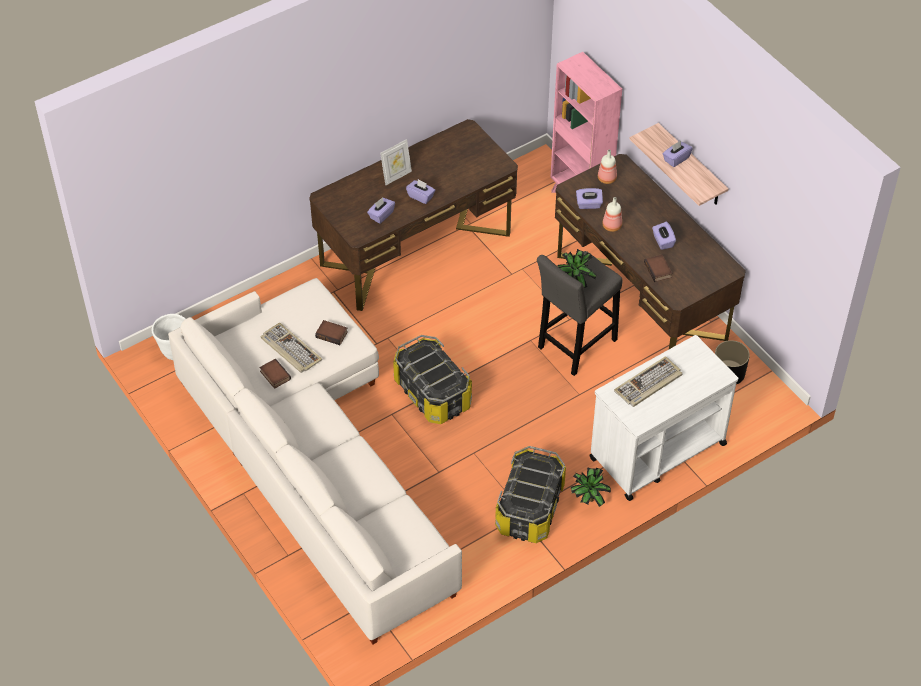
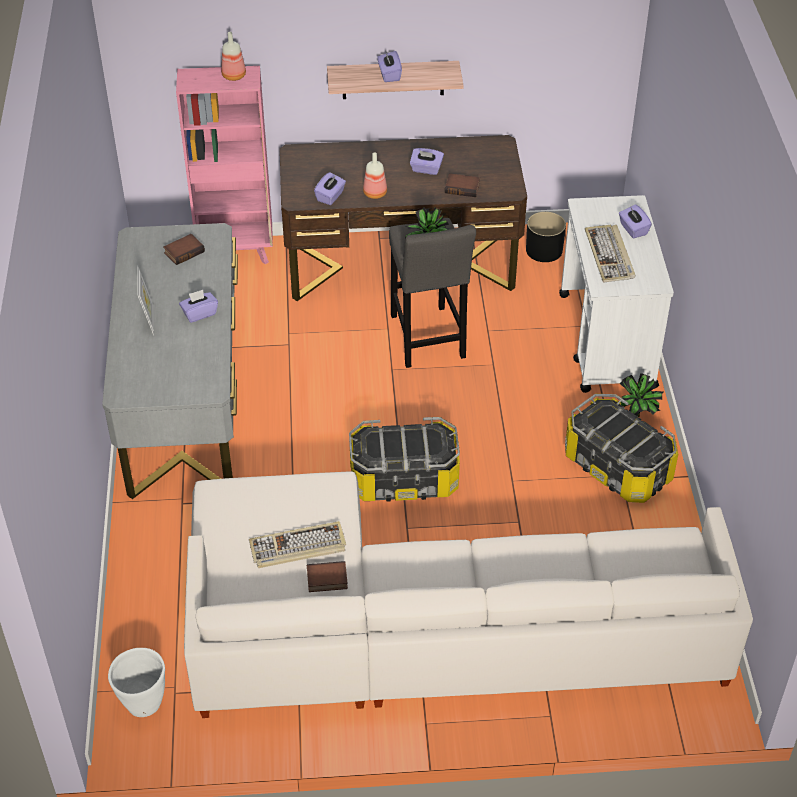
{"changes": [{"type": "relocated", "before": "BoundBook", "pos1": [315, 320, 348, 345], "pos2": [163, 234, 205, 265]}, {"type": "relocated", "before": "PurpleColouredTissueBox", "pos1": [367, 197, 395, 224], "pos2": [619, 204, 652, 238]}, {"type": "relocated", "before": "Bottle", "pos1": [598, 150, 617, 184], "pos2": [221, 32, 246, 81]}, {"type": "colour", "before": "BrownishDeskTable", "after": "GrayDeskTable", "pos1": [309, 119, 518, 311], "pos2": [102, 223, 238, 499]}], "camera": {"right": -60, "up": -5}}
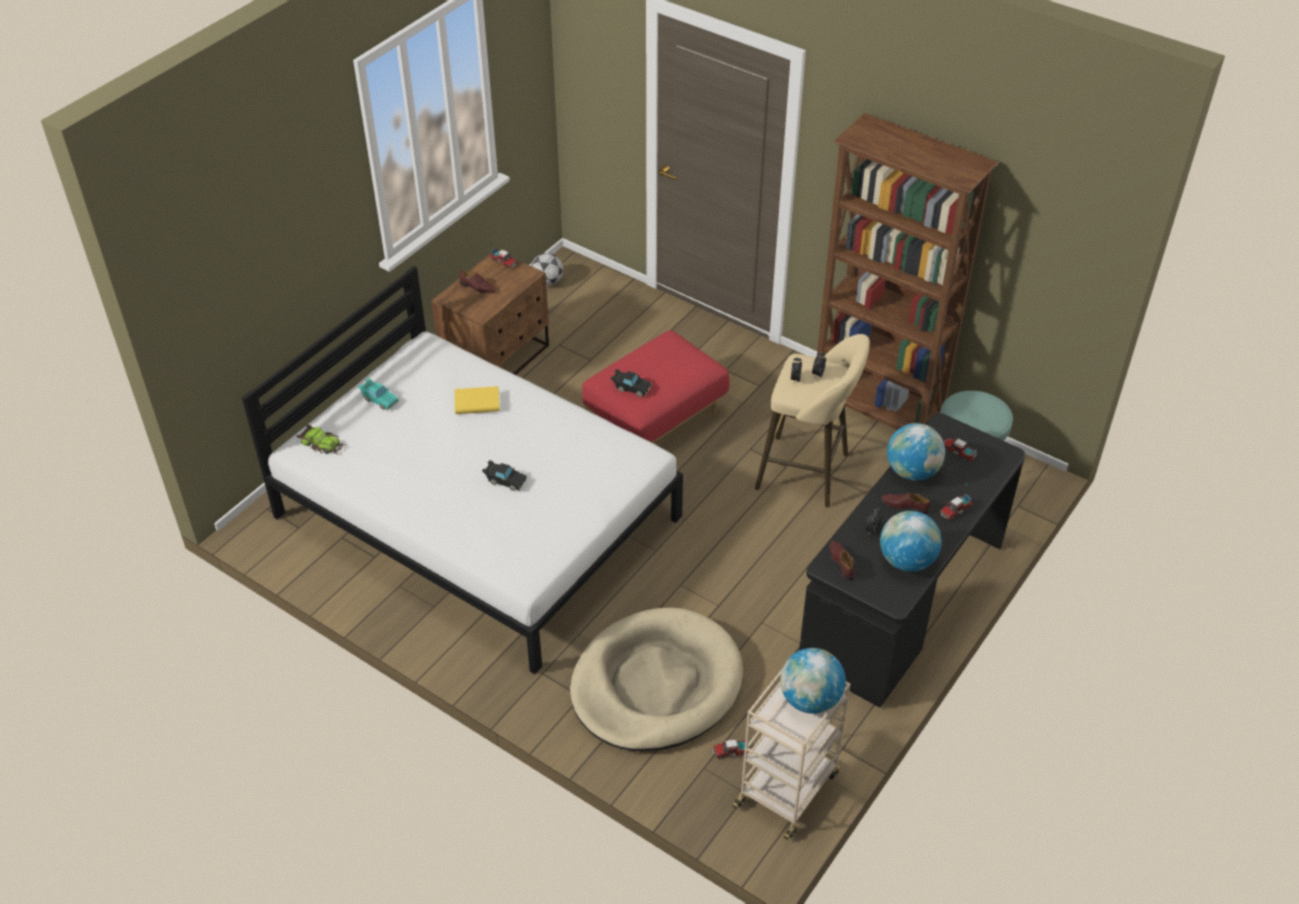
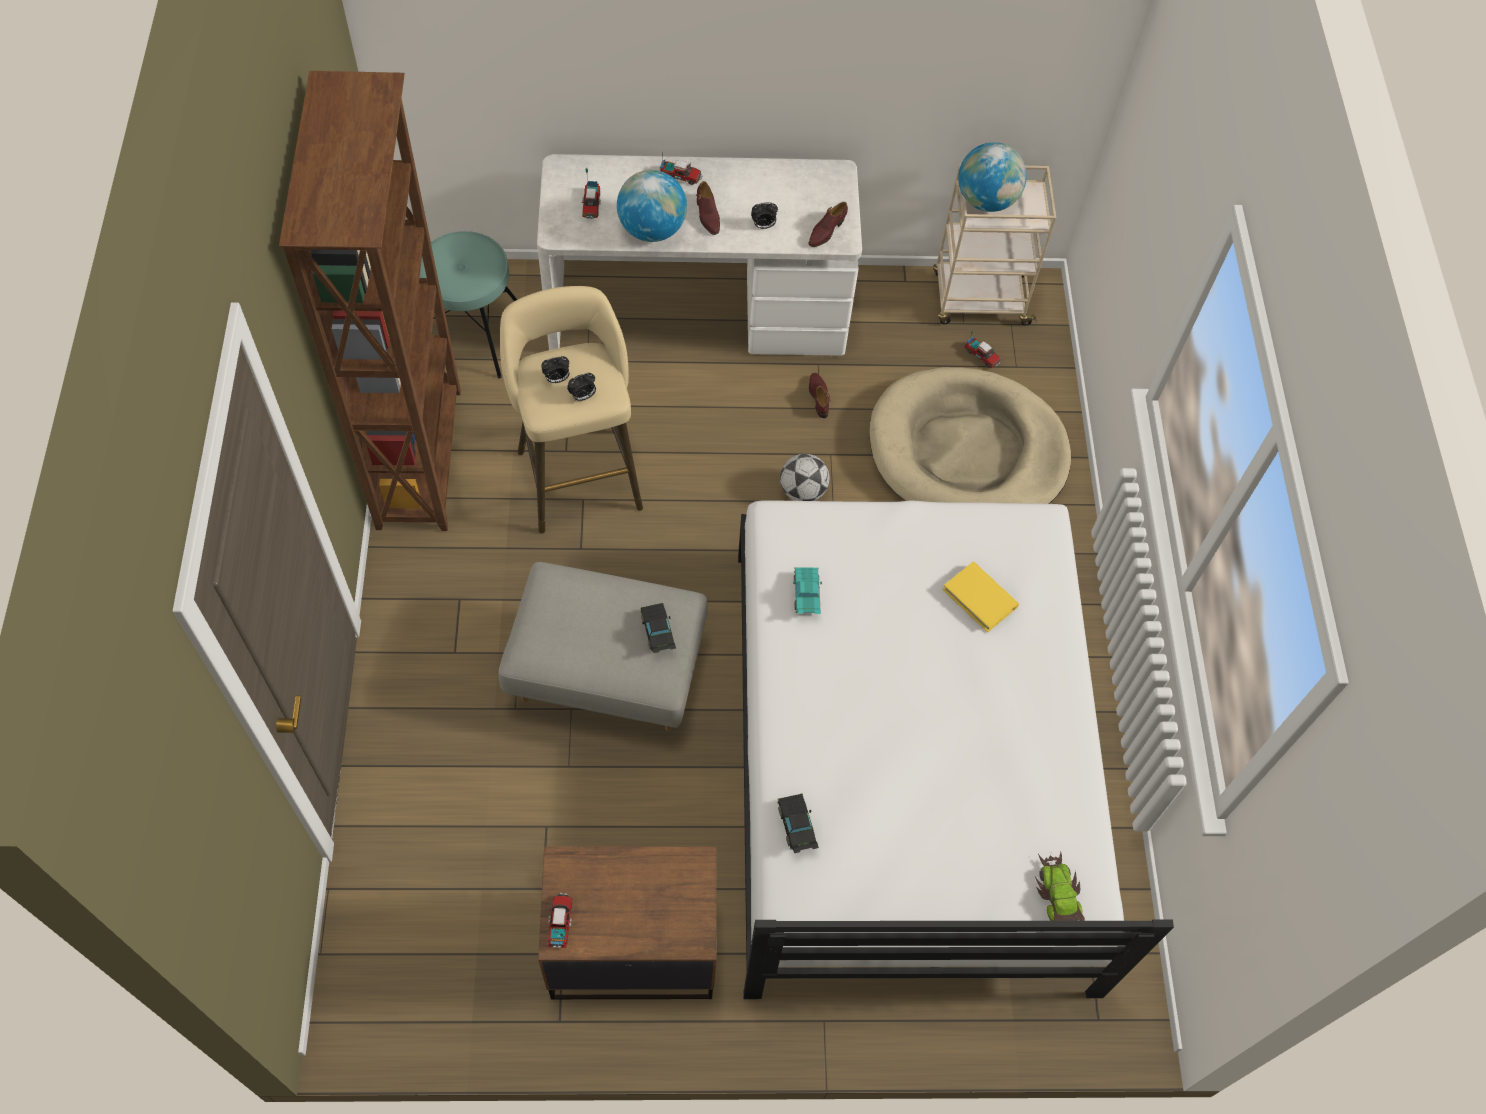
{"changes": [{"type": "missing", "before": "WorldGlobe", "pos1": [880, 511, 942, 572]}, {"type": "relocated", "before": "TurquoiseColouredToyCar", "pos1": [358, 378, 399, 411], "pos2": [793, 567, 822, 614]}, {"type": "relocated", "before": "YellowishBoundBook", "pos1": [455, 386, 500, 414], "pos2": [943, 561, 1019, 632]}, {"type": "relocated", "before": "BrownishLowShoe", "pos1": [459, 270, 496, 293], "pos2": [809, 373, 830, 418]}, {"type": "relocated", "before": "BlackToyCar", "pos1": [482, 460, 527, 491], "pos2": [777, 793, 819, 853]}, {"type": "relocated", "before": "FootballBall", "pos1": [531, 253, 563, 286], "pos2": [780, 454, 830, 501]}, {"type": "colour", "before": "ReddishPouffe", "after": "GrayPouffe", "pos1": [582, 330, 730, 443], "pos2": [498, 562, 708, 731]}, {"type": "colour", "before": "BlackDeskTable", "after": "WhiteDeskTable", "pos1": [799, 413, 1025, 708], "pos2": [537, 154, 862, 356]}], "camera": {"right": -130, "up": 15}}
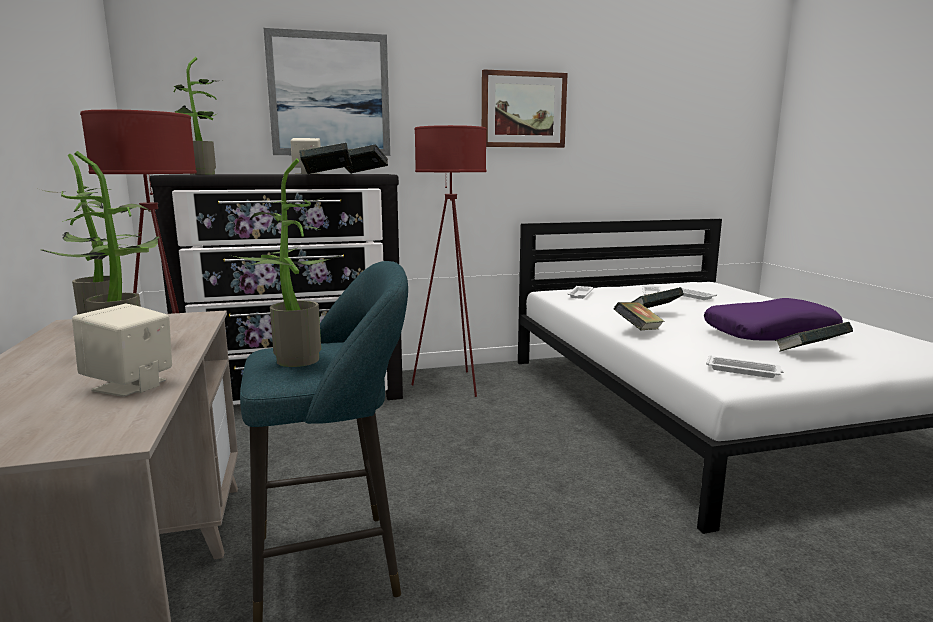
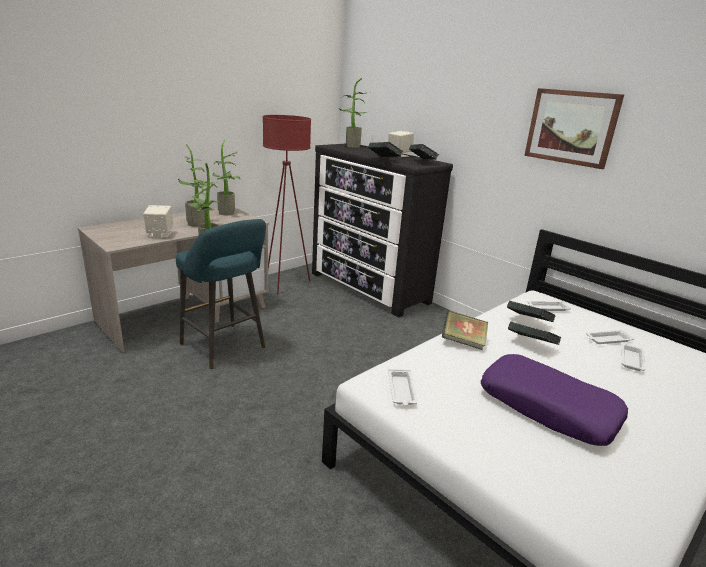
{"changes": [{"type": "missing", "before": "WallArt", "pos1": [264, 28, 390, 156]}, {"type": "missing", "before": "ReddishFloorLamp", "pos1": [411, 125, 487, 397]}, {"type": "relocated", "before": "BoundBook", "pos1": [775, 322, 853, 352], "pos2": [507, 301, 556, 322]}], "camera": {"right": 60, "up": 10}}
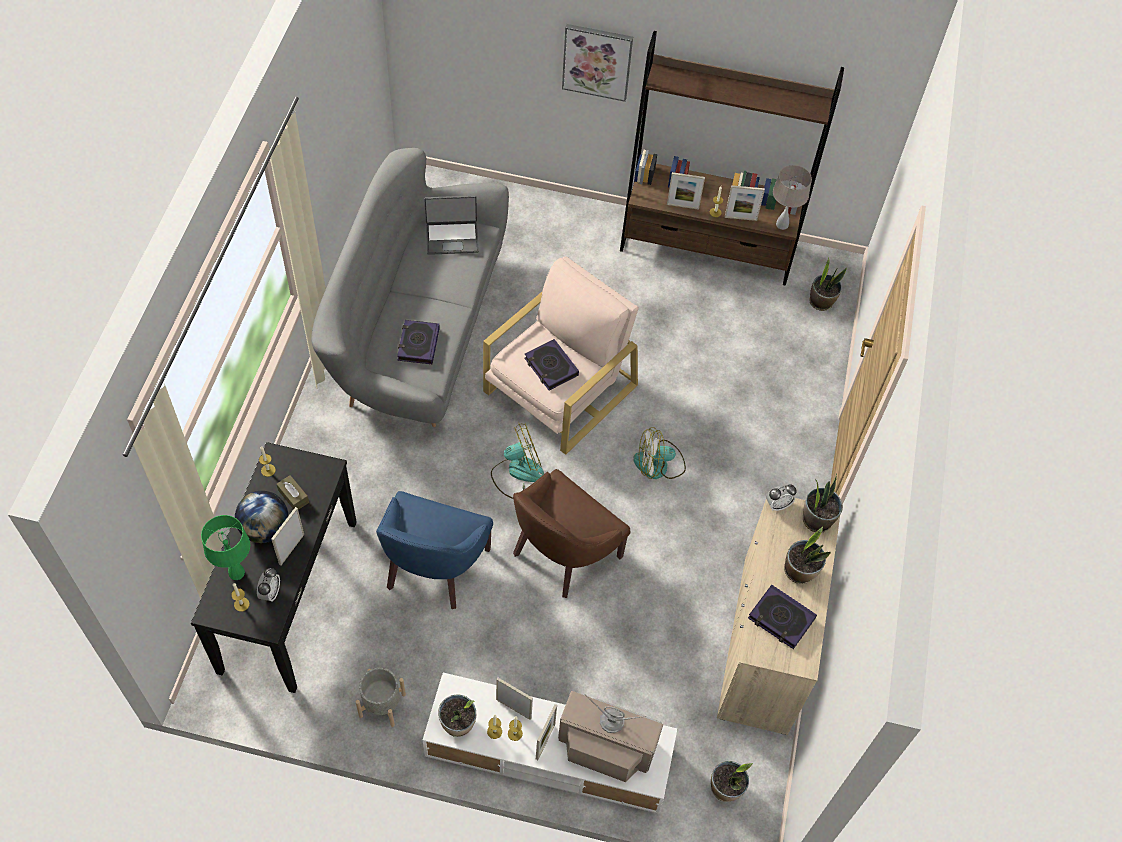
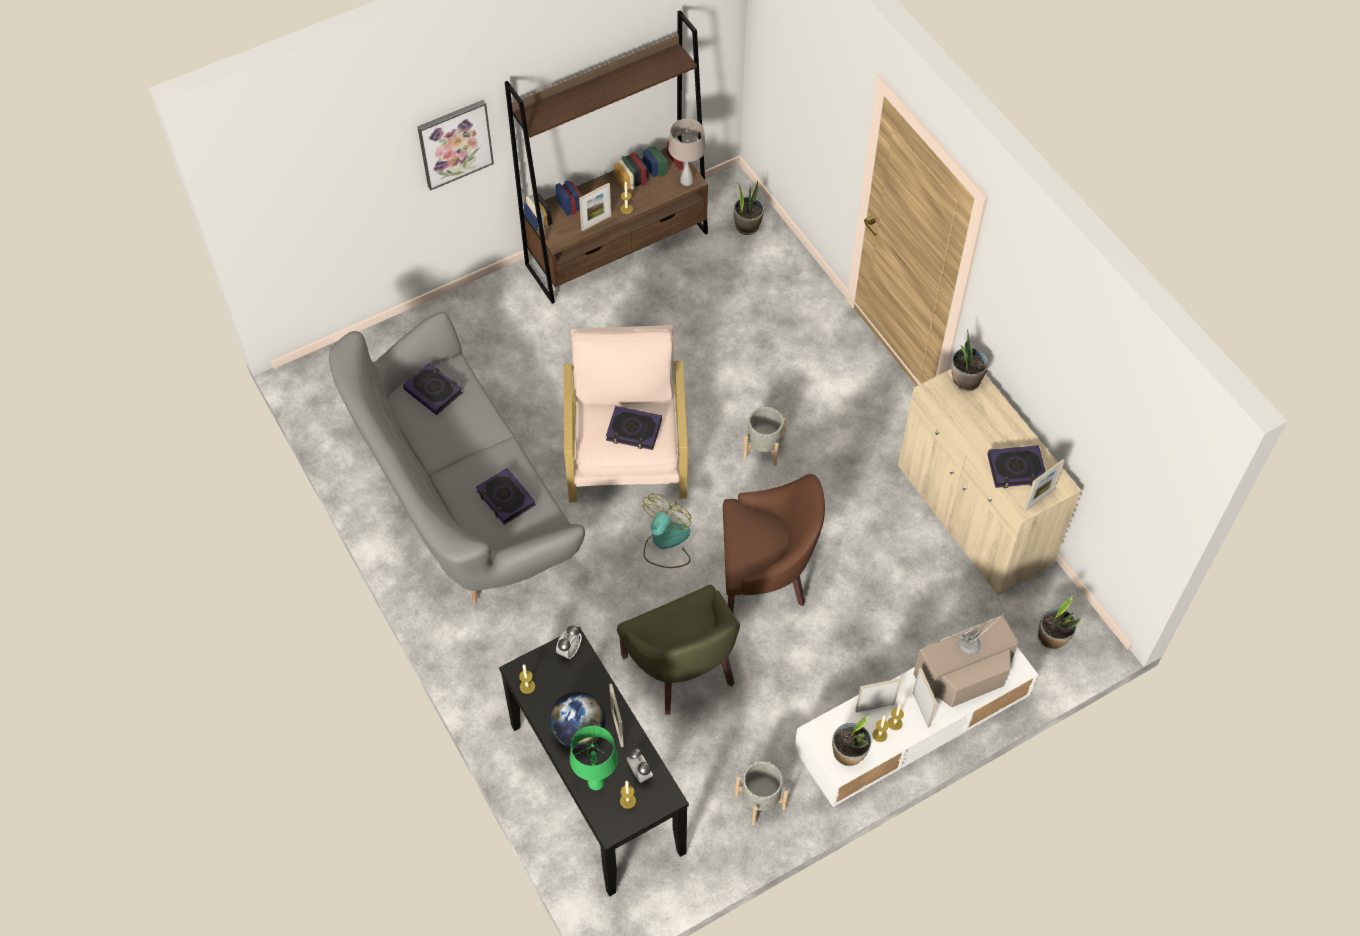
{"changes": [{"type": "missing", "before": "BrownishTissueBox", "pos1": [277, 475, 309, 510]}, {"type": "missing", "before": "PottedPlant", "pos1": [784, 526, 831, 584]}, {"type": "relocated", "before": "PictureFrame", "pos1": [725, 185, 765, 221], "pos2": [1024, 459, 1065, 511]}, {"type": "relocated", "before": "TableClock", "pos1": [766, 484, 797, 511], "pos2": [556, 625, 582, 659]}, {"type": "exchanged", "before": "PortableComputer", "after": "BoundBook", "pos1": [424, 196, 479, 255], "pos2": [403, 363, 463, 415]}, {"type": "exchanged", "before": "CoolingFan", "after": "GrayFlowerPot", "pos1": [634, 427, 686, 479], "pos2": [743, 407, 786, 466]}, {"type": "colour", "before": "BlueEasyChair", "after": "GreenColouredEasyChair", "pos1": [376, 491, 493, 609], "pos2": [617, 585, 740, 715]}, {"type": "spun", "before": "BrownishEasyChair", "pos1": [513, 469, 631, 598], "pos2": [723, 474, 825, 613], "turn": -90}], "camera": {"right": -40, "up": 0}}
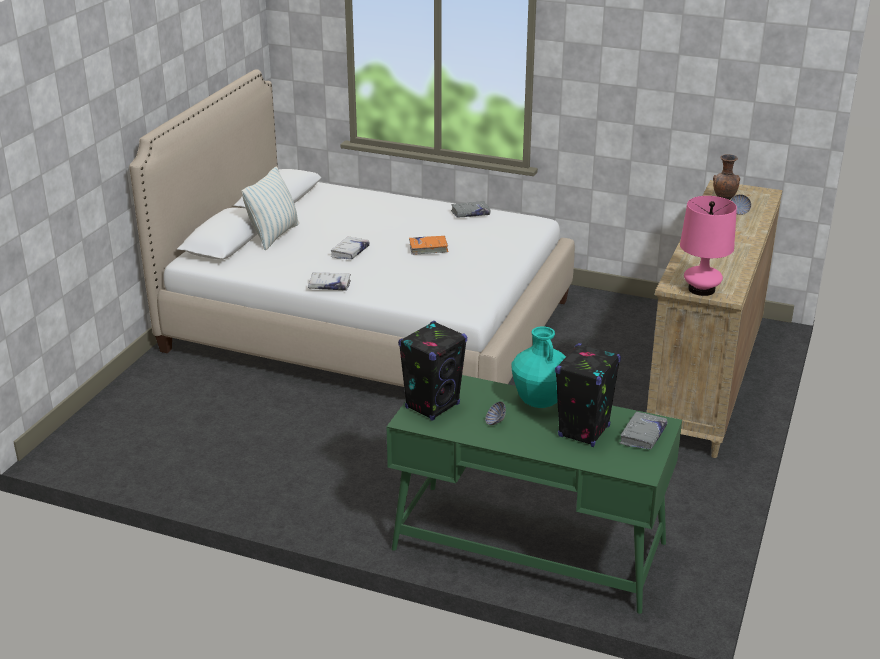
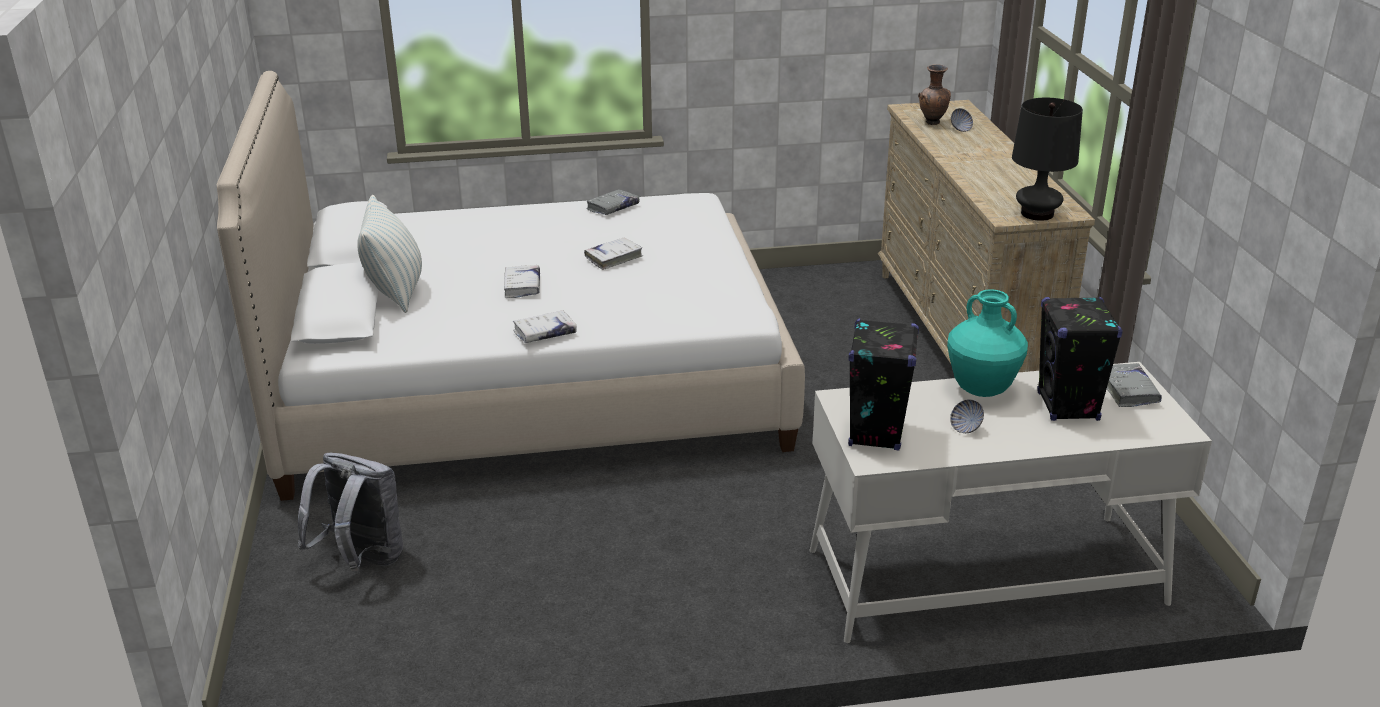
{"changes": [{"type": "appeared", "after": "GrayBackpack", "pos2": [297, 452, 403, 571]}, {"type": "colour", "before": "GreenColouredDeskTable", "after": "WhiteDeskTable", "pos1": [387, 375, 682, 614], "pos2": [809, 362, 1212, 643]}, {"type": "colour", "before": "OrangeColouredBoundBook", "after": "WhiteBoundBook", "pos1": [409, 236, 448, 255], "pos2": [584, 237, 643, 270]}, {"type": "colour", "before": "PinkishLampForATable", "after": "BlackLampForATable", "pos1": [680, 196, 737, 296], "pos2": [1012, 98, 1083, 221]}], "camera": {"right": -30, "up": 0}}
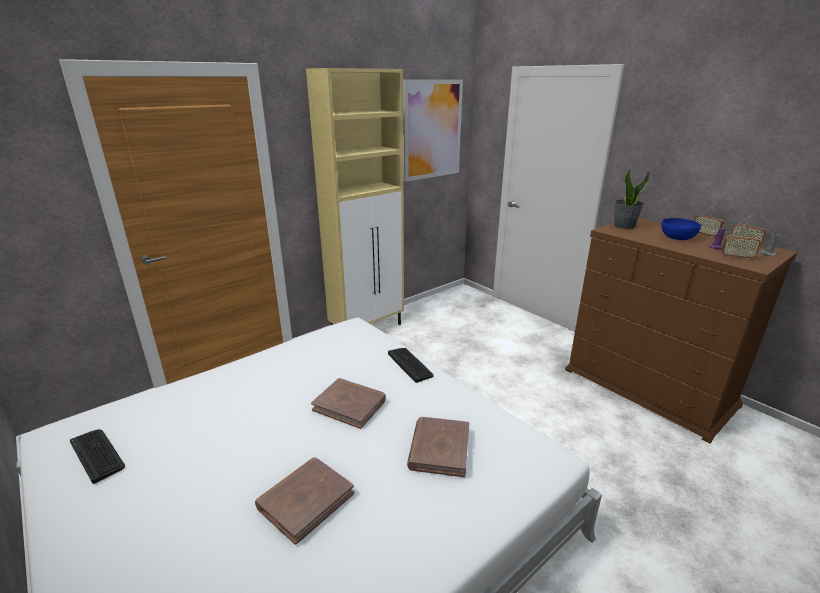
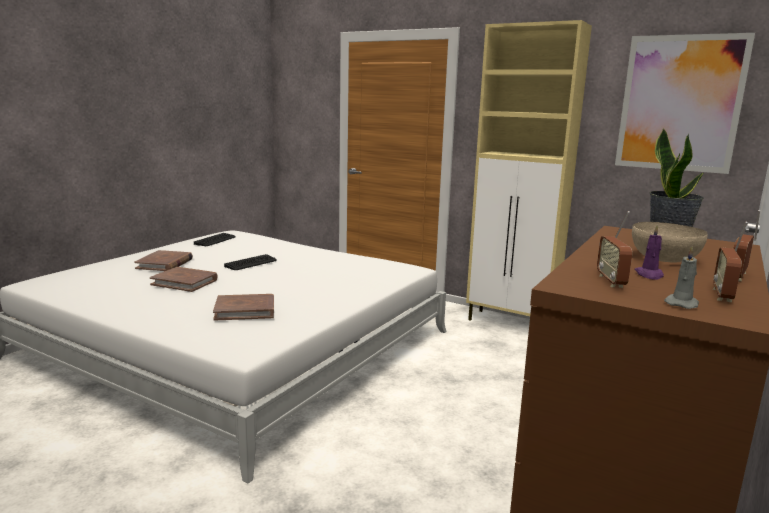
{"changes": [{"type": "relocated", "before": "BrownishBoundBook", "pos1": [311, 378, 386, 429], "pos2": [135, 250, 193, 271]}, {"type": "relocated", "before": "ComputerKeyboard", "pos1": [388, 348, 434, 383], "pos2": [224, 254, 277, 270]}, {"type": "colour", "before": "BlueServingBowl", "after": "BeigeColouredServingBowl", "pos1": [662, 218, 701, 240], "pos2": [632, 222, 708, 263]}], "camera": {"right": 70, "up": -10}}
